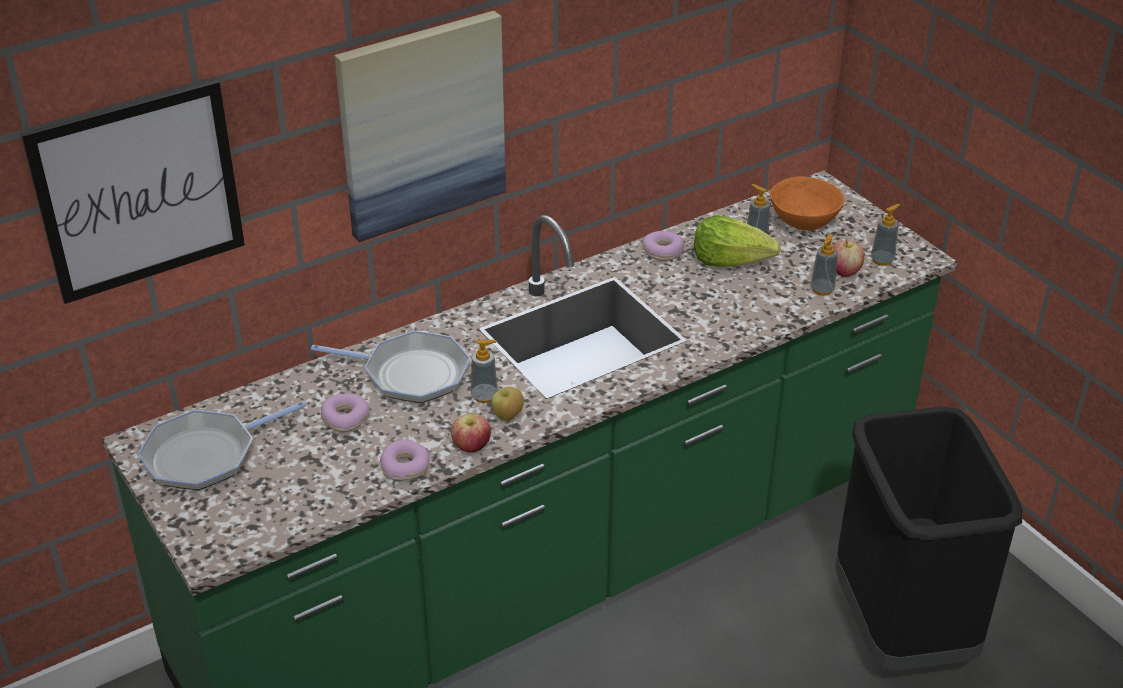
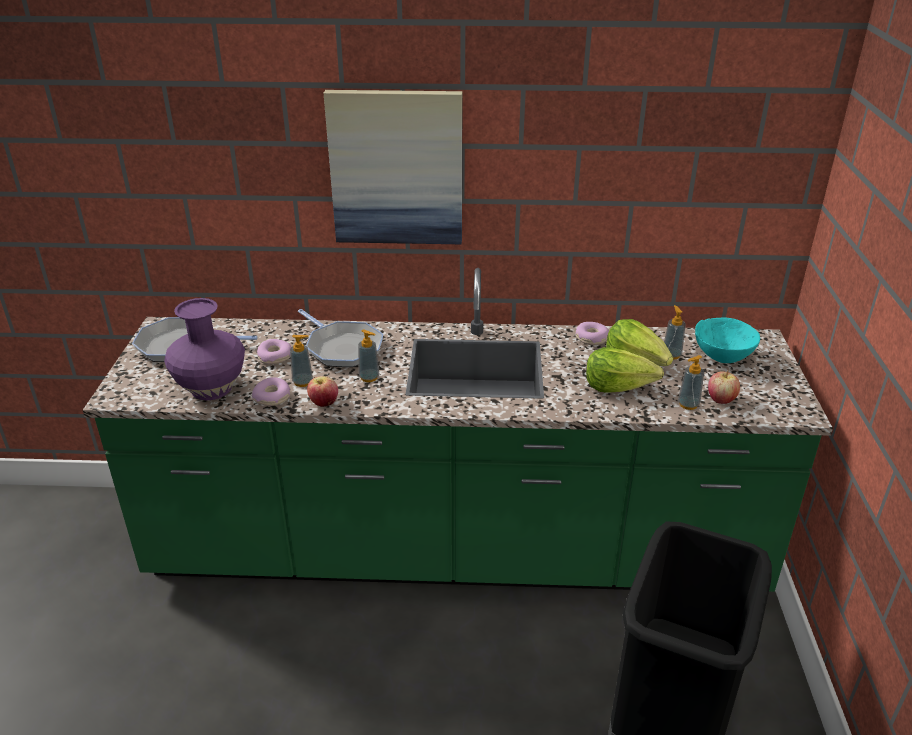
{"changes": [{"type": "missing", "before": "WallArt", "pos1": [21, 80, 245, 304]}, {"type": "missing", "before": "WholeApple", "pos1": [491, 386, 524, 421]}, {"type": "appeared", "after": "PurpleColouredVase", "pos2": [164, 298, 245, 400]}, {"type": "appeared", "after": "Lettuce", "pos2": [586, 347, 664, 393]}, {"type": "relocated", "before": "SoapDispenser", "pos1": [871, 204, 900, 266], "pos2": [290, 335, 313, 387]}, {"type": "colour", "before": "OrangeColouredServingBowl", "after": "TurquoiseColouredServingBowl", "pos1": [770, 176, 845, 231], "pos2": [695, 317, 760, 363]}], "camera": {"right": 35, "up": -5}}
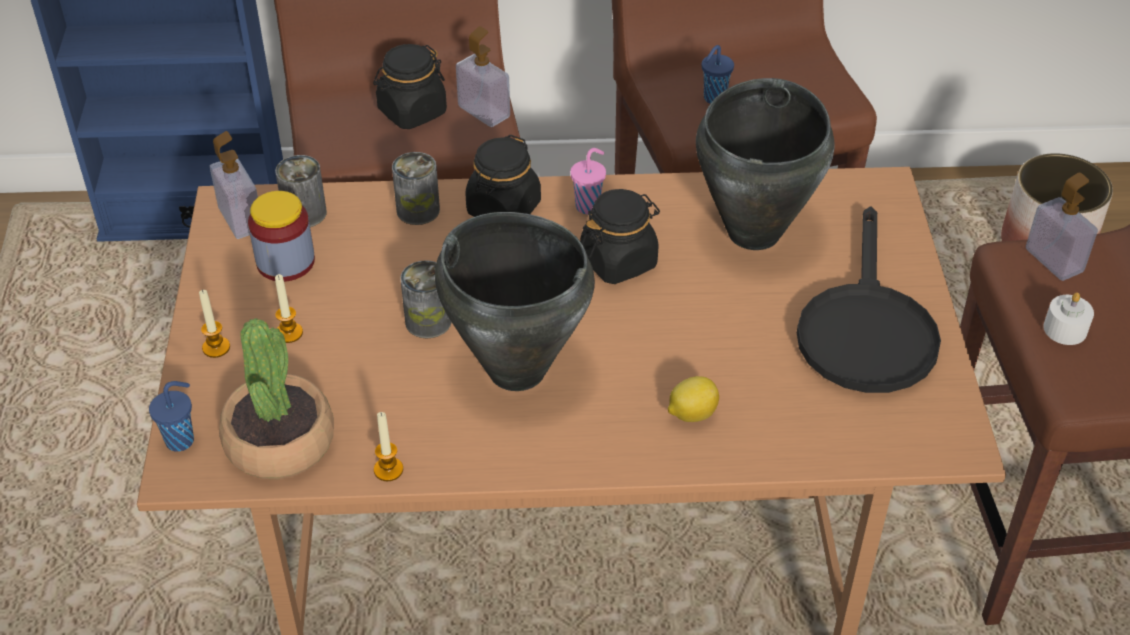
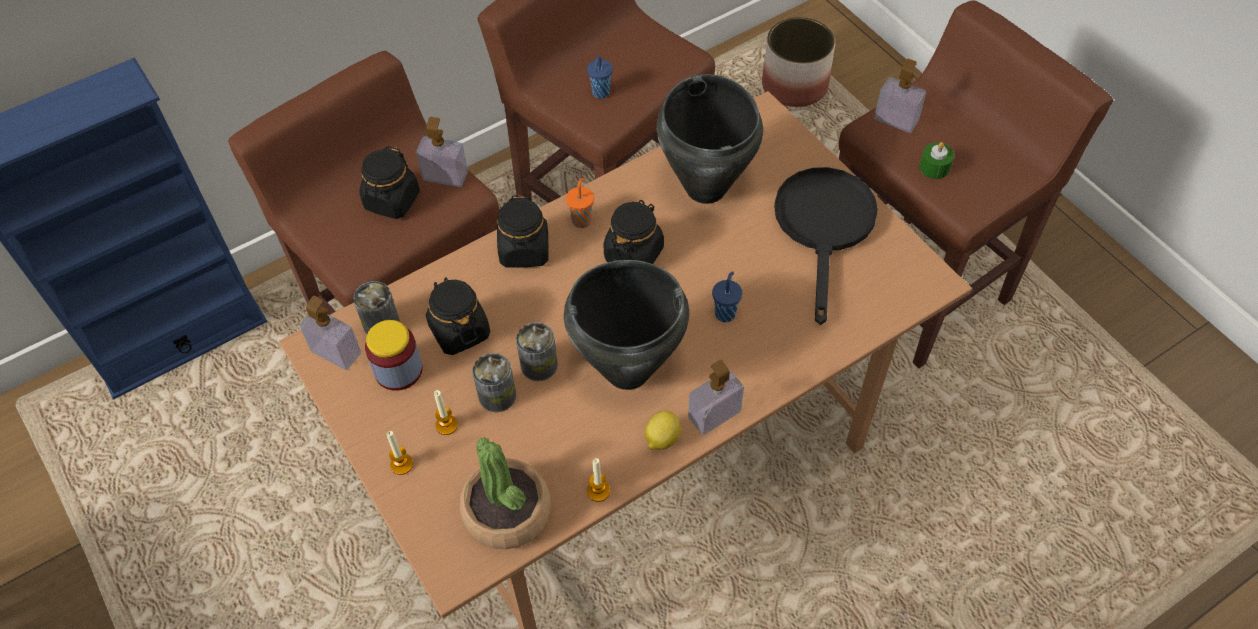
{"changes": [{"type": "appeared", "after": "BlackJar", "pos2": [426, 277, 490, 355]}, {"type": "appeared", "after": "SoapDispenser", "pos2": [688, 360, 744, 435]}, {"type": "relocated", "before": "BlueCup", "pos1": [149, 381, 194, 452], "pos2": [712, 271, 742, 322]}, {"type": "relocated", "before": "MetalCan", "pos1": [392, 152, 440, 225], "pos2": [472, 353, 516, 412]}, {"type": "relocated", "before": "Lemon", "pos1": [668, 376, 719, 422], "pos2": [645, 411, 681, 450]}, {"type": "colour", "before": "PinkishCup", "after": "OrangeColouredCup", "pos1": [570, 148, 606, 214], "pos2": [566, 178, 594, 228]}, {"type": "colour", "before": "WhiteWaxCandle", "after": "GreenColouredWaxCandle", "pos1": [1043, 292, 1094, 345], "pos2": [919, 142, 954, 179]}, {"type": "spun", "before": "BlackSkillet", "pos1": [797, 207, 941, 393], "pos2": [774, 167, 878, 325], "turn": -150}], "camera": {"right": -30, "up": 10}}
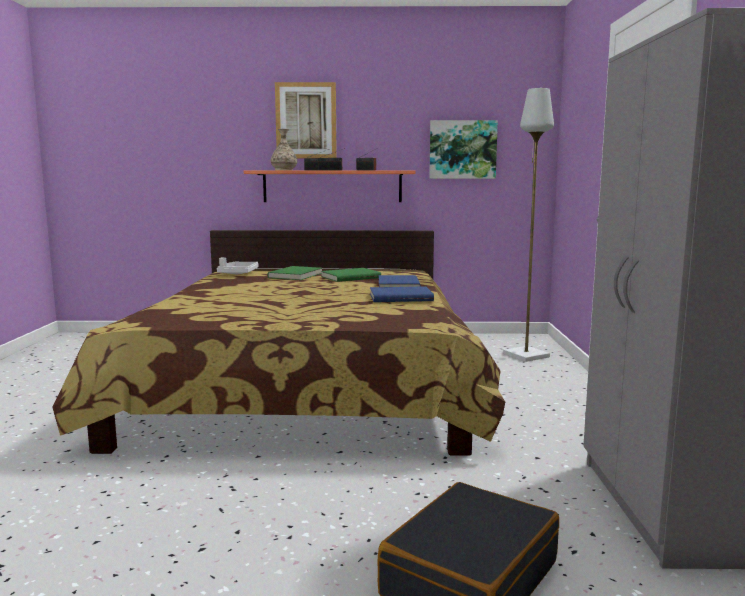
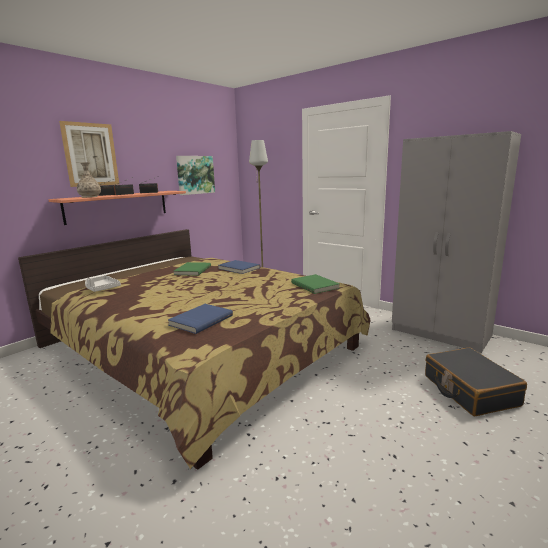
{"changes": [{"type": "relocated", "before": "GreenColouredBoundBook", "pos1": [268, 266, 322, 280], "pos2": [291, 274, 340, 294]}, {"type": "relocated", "before": "BlueBoundBook", "pos1": [370, 286, 434, 302], "pos2": [168, 304, 233, 334]}], "camera": {"right": -50, "up": 5}}
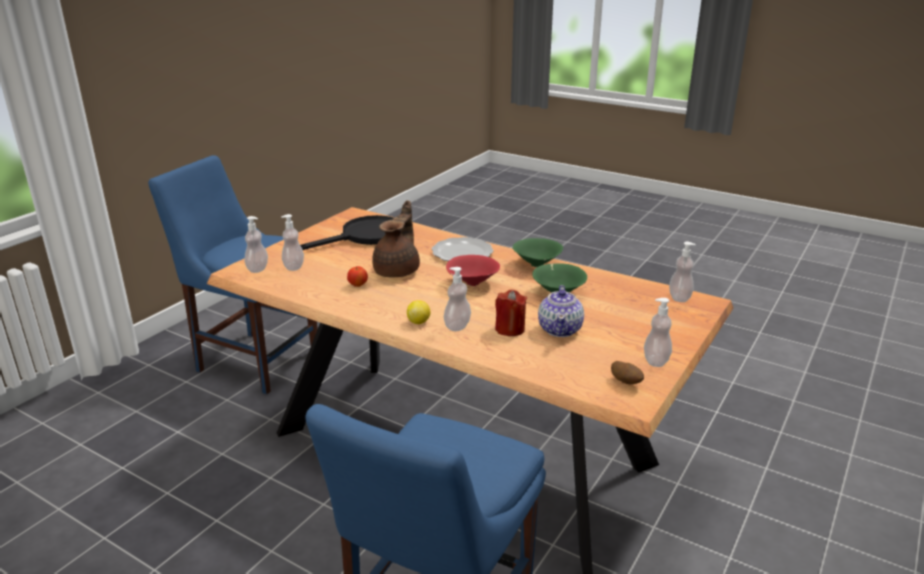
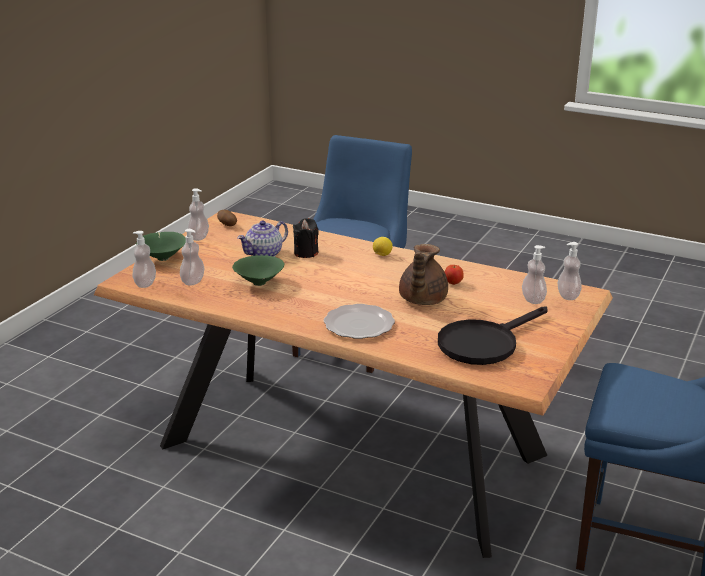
{"changes": [{"type": "missing", "before": "ReddishServingBowl", "pos1": [446, 255, 500, 286]}, {"type": "relocated", "before": "SoapDispenser", "pos1": [444, 267, 471, 331], "pos2": [180, 229, 204, 286]}, {"type": "relocated", "before": "GreenColouredServingBowl", "pos1": [513, 238, 563, 267], "pos2": [136, 232, 186, 261]}, {"type": "colour", "before": "ReddishWaxCandle", "after": "BlackWaxCandle", "pos1": [495, 289, 527, 336], "pos2": [293, 218, 319, 258]}, {"type": "spun", "before": "TeaPot", "pos1": [538, 285, 584, 337], "pos2": [237, 220, 288, 257], "turn": -135}], "camera": {"right": 175, "up": 0}}
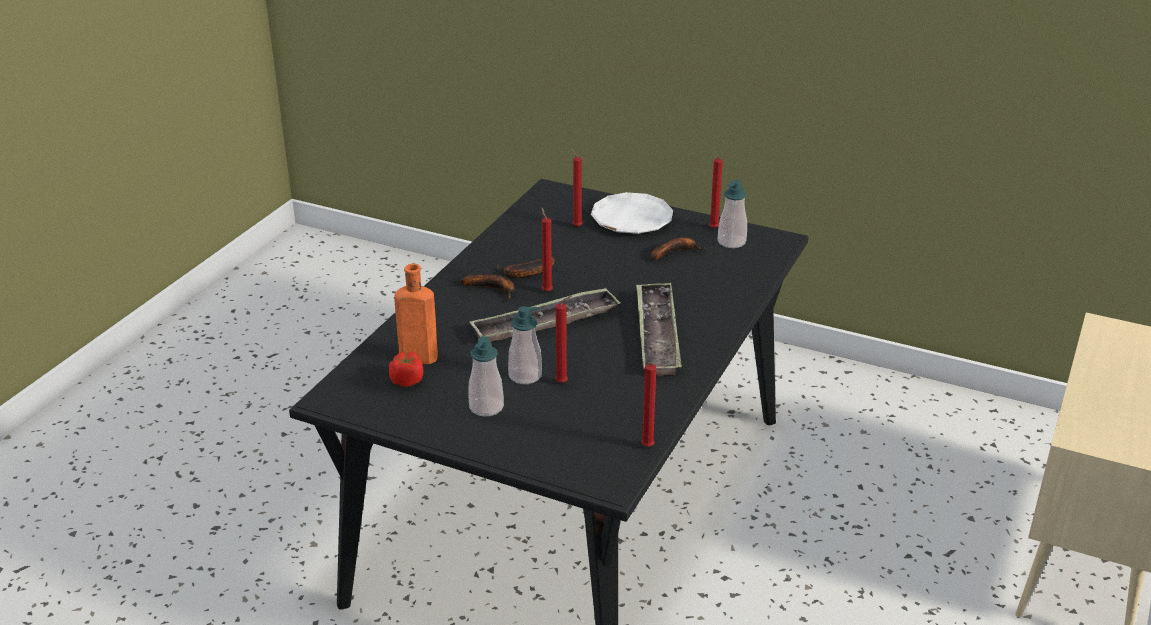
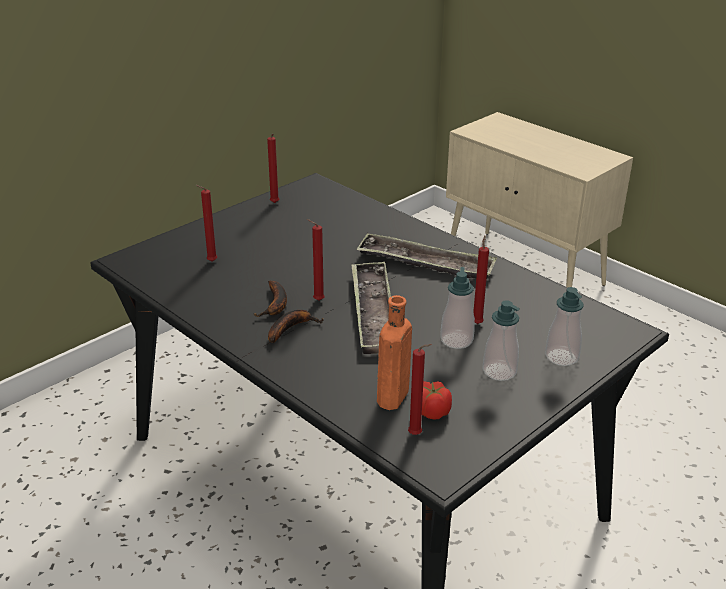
{"changes": [{"type": "missing", "before": "WhiteDinnerPlate", "pos1": [591, 192, 673, 234]}, {"type": "missing", "before": "Banana", "pos1": [651, 237, 705, 260]}, {"type": "relocated", "before": "ReddishWaxCandle", "pos1": [641, 363, 656, 447], "pos2": [408, 344, 432, 435]}, {"type": "relocated", "before": "SoapDispenser", "pos1": [718, 180, 747, 248], "pos2": [545, 287, 583, 366]}], "camera": {"right": -70, "up": 0}}
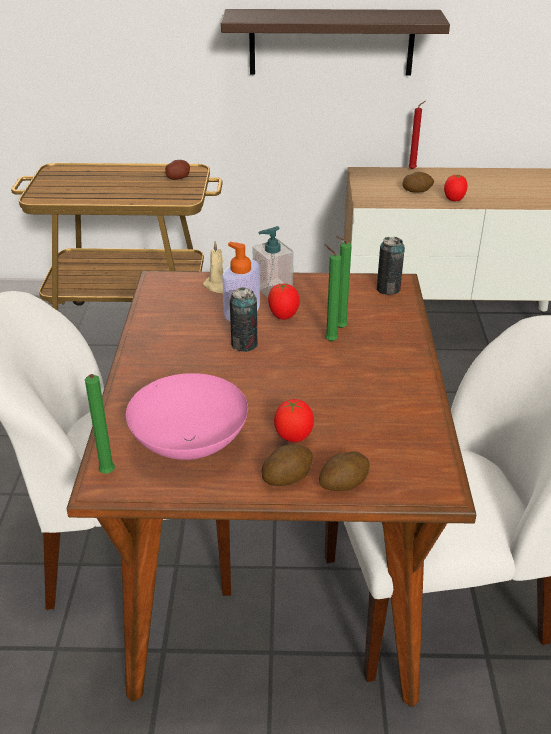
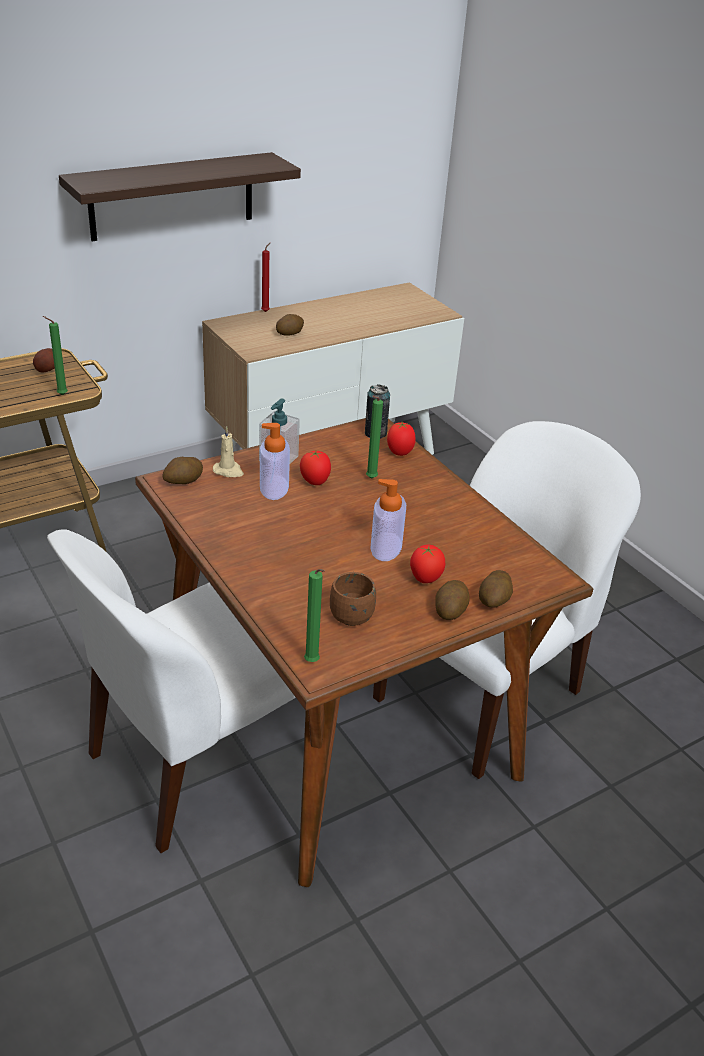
{"changes": [{"type": "missing", "before": "MetalCan", "pos1": [230, 287, 258, 352]}, {"type": "appeared", "after": "Potato", "pos2": [162, 457, 203, 484]}, {"type": "appeared", "after": "SoapDispenser", "pos2": [370, 479, 406, 561]}, {"type": "relocated", "before": "GreenColouredWaxCandle", "pos1": [324, 244, 341, 341], "pos2": [43, 316, 68, 395]}, {"type": "relocated", "before": "Tomato", "pos1": [444, 175, 468, 201], "pos2": [387, 422, 416, 456]}, {"type": "exchanged", "before": "PinkishServingBowl", "after": "BrownishTeaMug", "pos1": [126, 373, 248, 460], "pos2": [330, 572, 376, 626]}], "camera": {"right": -35, "up": 0}}
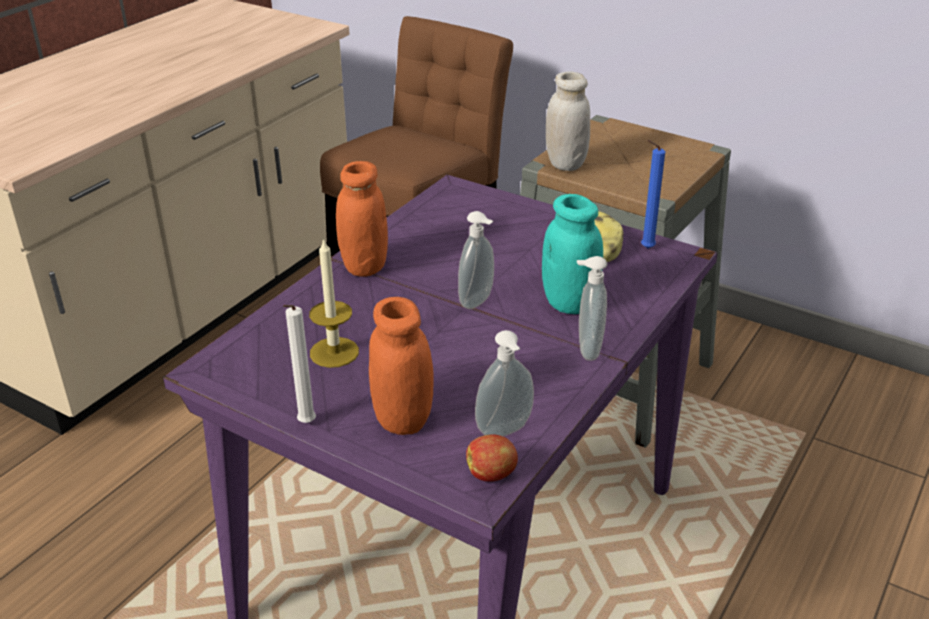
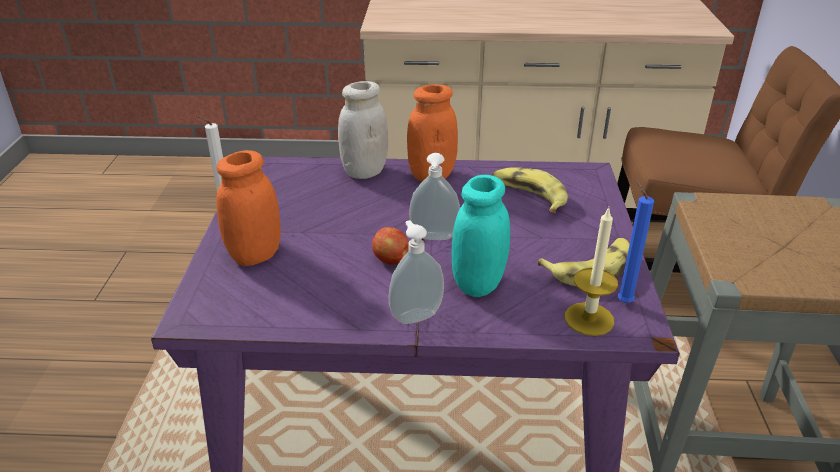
{"changes": [{"type": "missing", "before": "SoapDispenser", "pos1": [475, 330, 534, 436]}, {"type": "appeared", "after": "Banana", "pos2": [492, 168, 568, 213]}, {"type": "relocated", "before": "WaxCandle", "pos1": [309, 238, 359, 368], "pos2": [565, 207, 618, 336]}, {"type": "relocated", "before": "WholeApple", "pos1": [466, 435, 518, 482], "pos2": [372, 227, 409, 265]}, {"type": "relocated", "before": "WhiteJar", "pos1": [546, 72, 590, 171], "pos2": [338, 81, 388, 179]}], "camera": {"right": 60, "up": 0}}
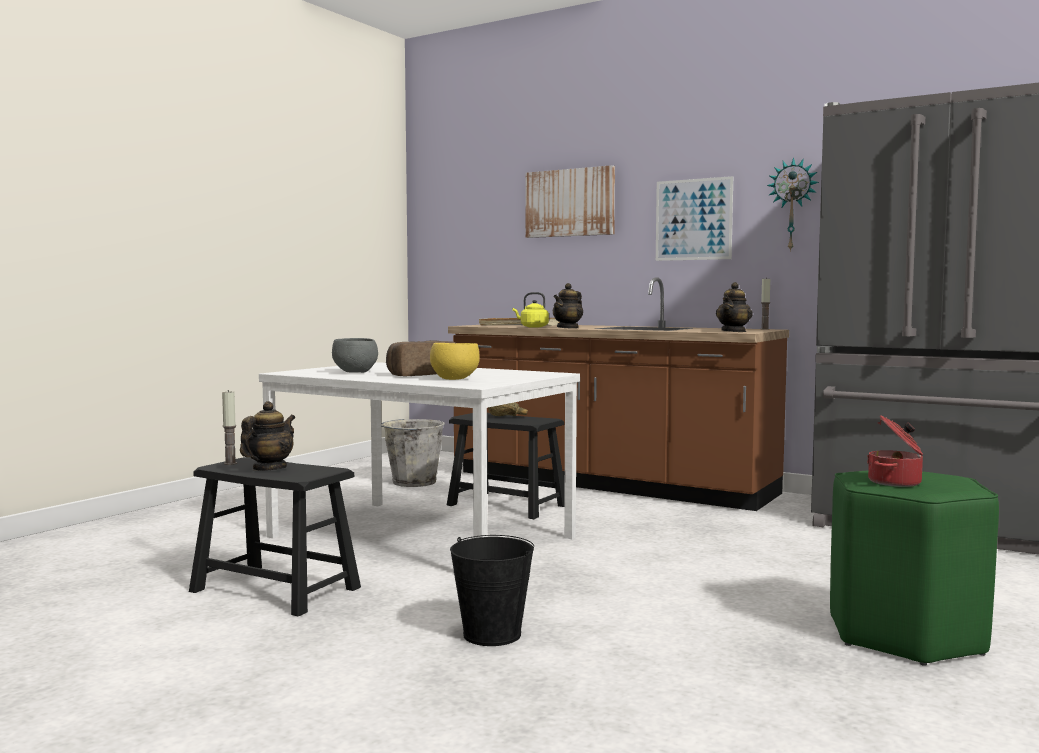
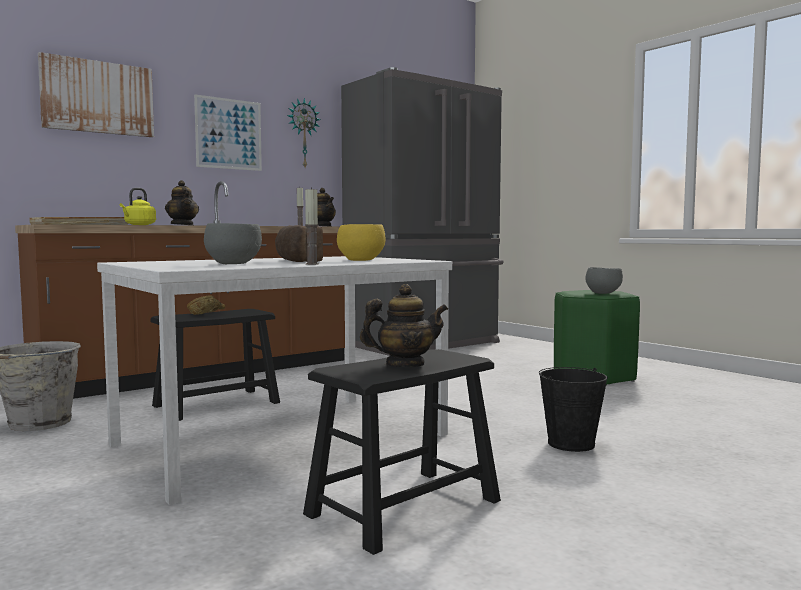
{"changes": [{"type": "relocated", "before": "WaxCandle", "pos1": [222, 390, 237, 465], "pos2": [305, 187, 319, 265]}, {"type": "exchanged", "before": "Saucepot", "after": "GrayServingBowl", "pos1": [867, 415, 923, 487], "pos2": [585, 267, 623, 294]}, {"type": "spun", "before": "TeaPot", "pos1": [240, 401, 295, 471], "pos2": [360, 284, 448, 367], "turn": 120}], "camera": {"right": -70, "up": 0}}
